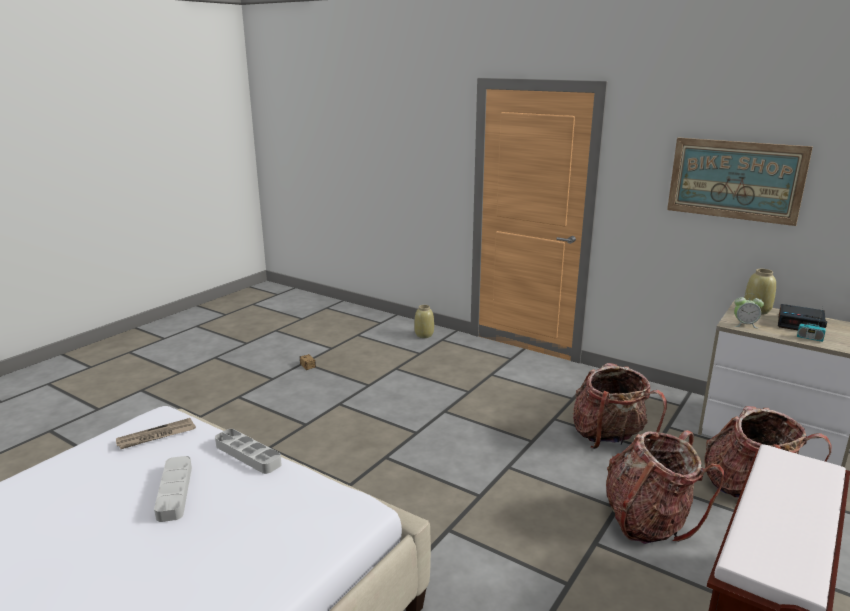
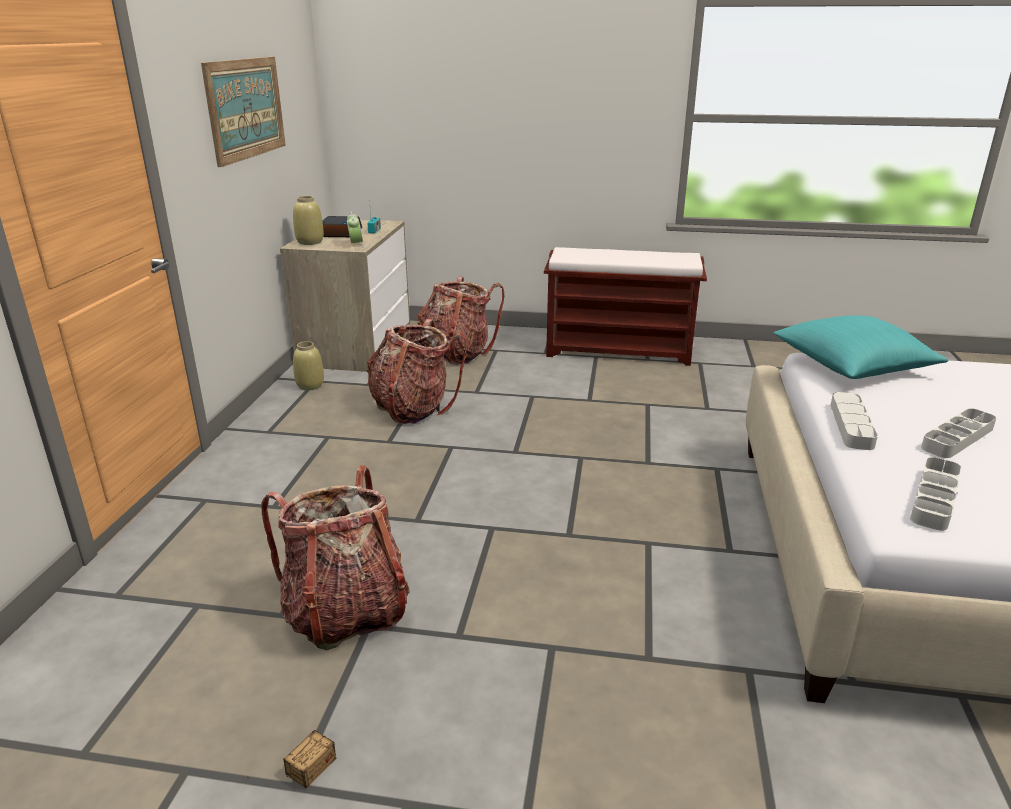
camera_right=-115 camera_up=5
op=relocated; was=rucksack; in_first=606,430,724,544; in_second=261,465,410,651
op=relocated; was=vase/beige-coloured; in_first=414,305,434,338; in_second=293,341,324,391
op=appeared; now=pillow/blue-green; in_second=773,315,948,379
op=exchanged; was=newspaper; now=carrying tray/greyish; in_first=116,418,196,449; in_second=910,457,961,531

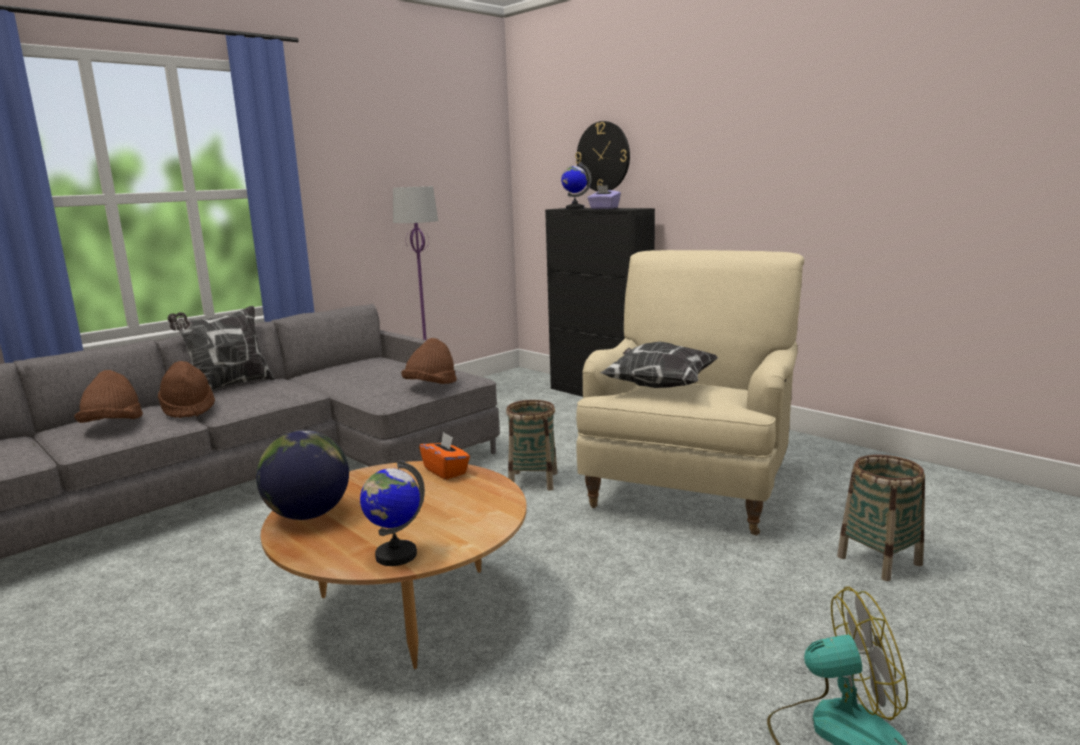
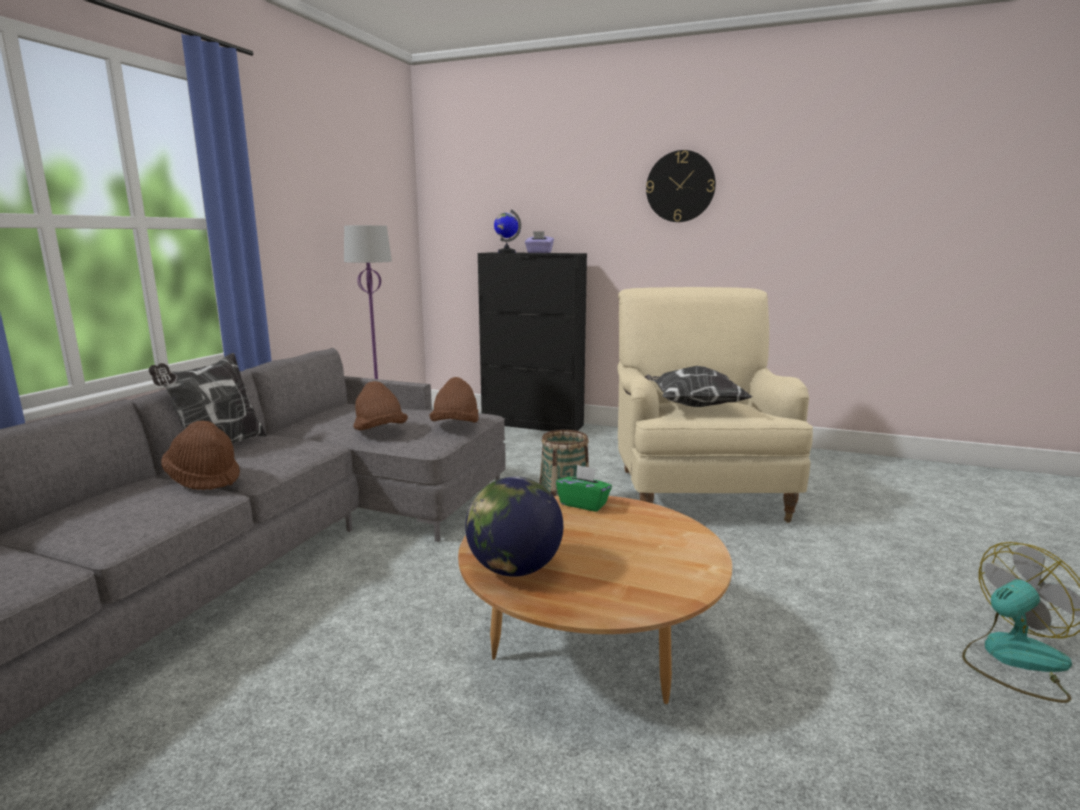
camera_right=-25 camera_up=0
op=relocated; was=wearable hat/brown-coloured; in_first=74,370,143,423; in_second=353,381,408,430
op=colour; was=tissue holder/orange; now=tissue holder/green; in_first=419,432,470,480; in_second=556,465,612,512
op=relocated; was=clock on the wall; in_first=575,121,630,192; in_second=646,150,716,222
op=missing; was=world globe; in_first=360,460,425,566
op=missing; was=household basket; in_first=837,455,925,581

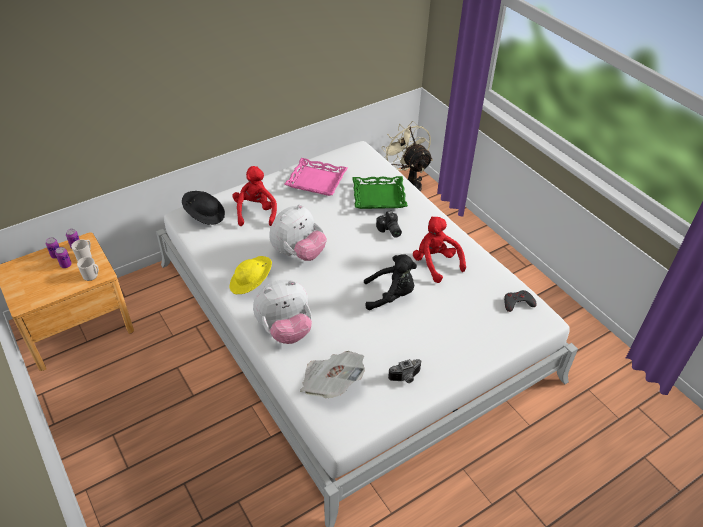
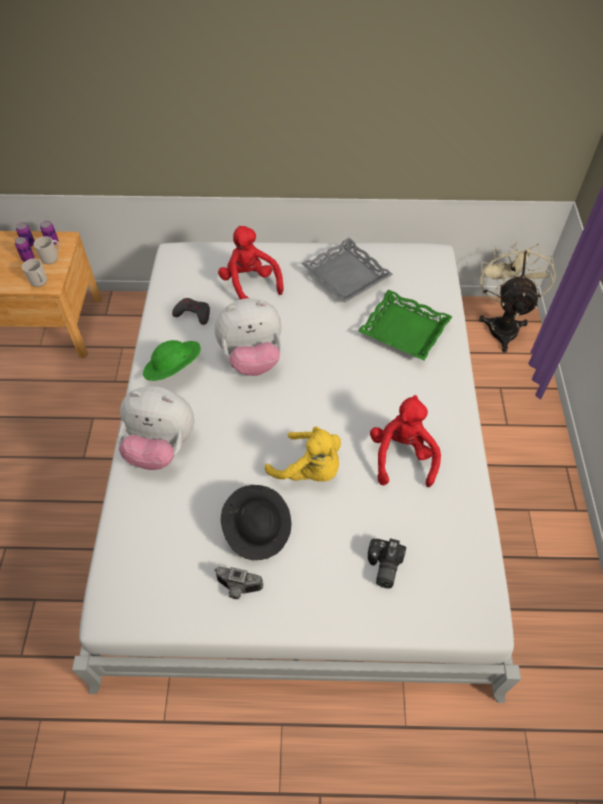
camera_right=35 camera_up=10
op=colour; was=wearable hat/yellow; now=wearable hat/green; in_first=229,256,272,294; in_second=143,340,201,381
op=relocated; was=joypad/greyish; in_first=504,290,537,312; in_second=172,298,210,325
op=spun; was=cuddly toy/red; in_first=232,166,277,226; in_second=218,226,284,300; clockwise=-60
op=relocated; was=wearable hat/black-coloured; in_first=182,191,225,225; in_second=221,485,291,560
op=colour; was=cuddly toy/black-coloured; now=cuddly toy/yellow; in_first=364,254,417,310; in_second=265,427,341,482
op=colour; was=carrying tray/pink; now=carrying tray/greyish; in_first=285,158,347,196; in_second=302,238,393,303
op=relocated; was=still camera; in_first=376,211,402,238; in_second=368,538,406,588
op=missing; was=newspaper; in_first=300,351,365,398

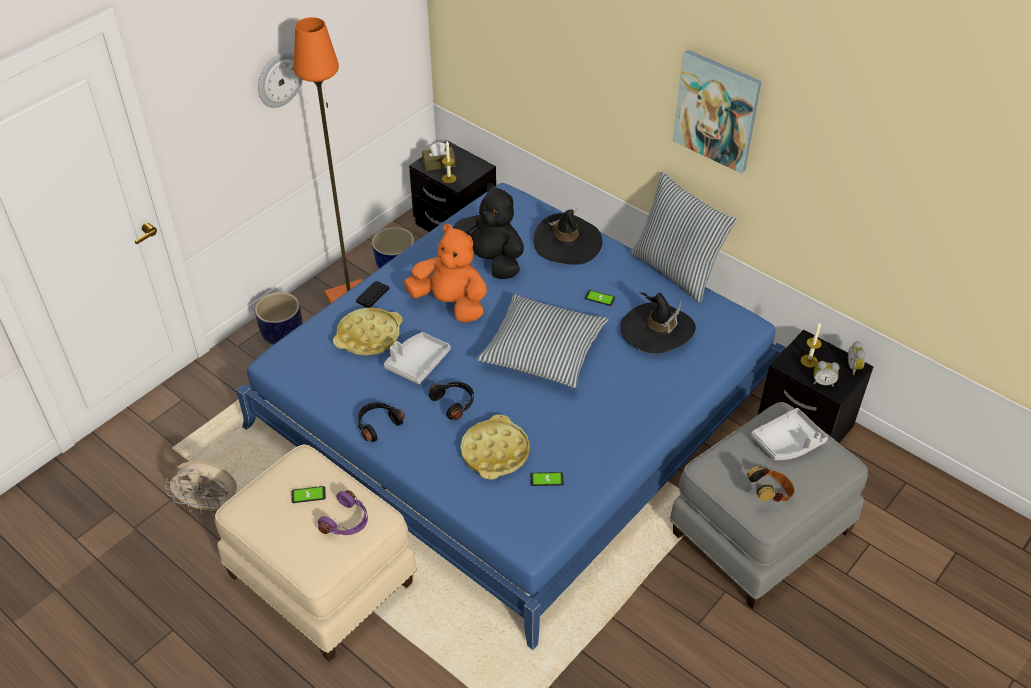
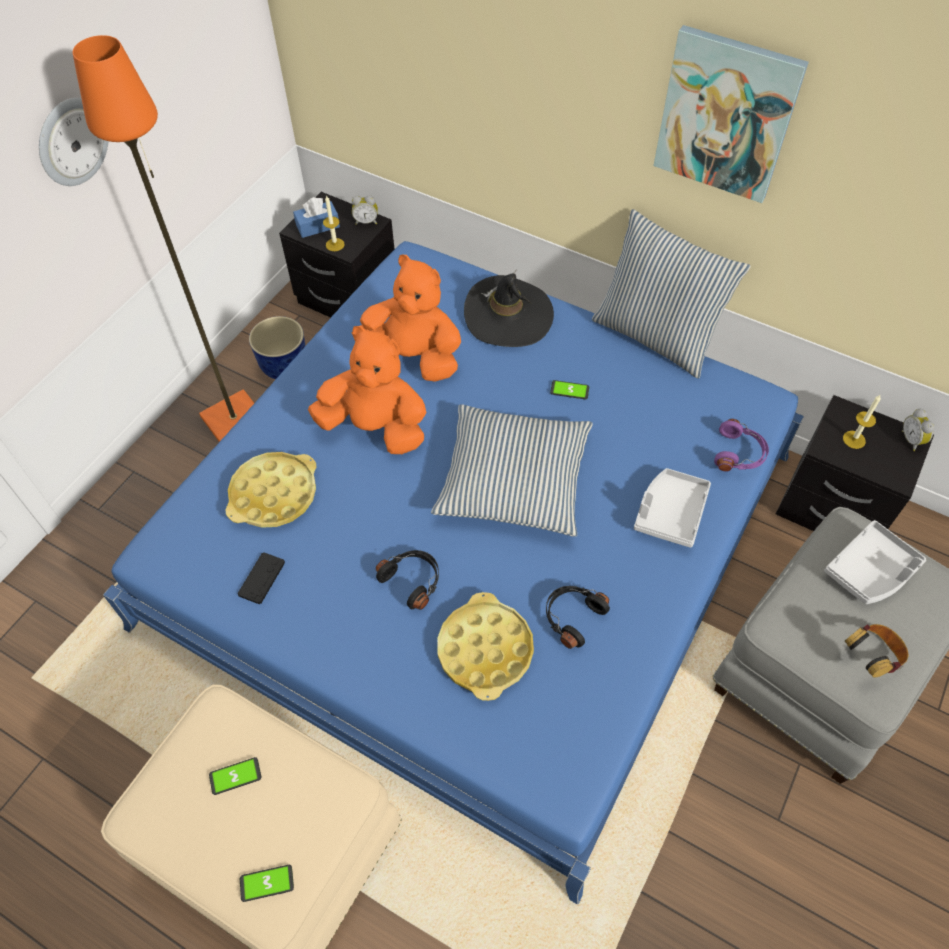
camera_right=-10 camera_up=10
op=relocated; was=joypad/black-coloured; in_first=356,281,389,308; in_second=238,552,285,604
op=relocated; was=handset; in_first=530,472,564,486; in_second=240,865,294,902
op=colour; was=tissue holder/brown-coloured; now=tissue holder/blue; in_first=422,142,456,171; in_second=293,197,340,238
op=relocated; was=bedside clock; in_first=813,361,840,387; in_second=352,195,378,225
op=colour; was=cuddly toy/black-coloured; now=cuddly toy/orange; in_first=453,183,524,279; in_second=352,255,461,382
op=relocated; was=headset/black-coloured; in_first=358,402,405,442; in_second=546,586,610,649
op=relocated; was=carrying tray/greyish; in_first=384,332,451,384; in_second=634,468,711,548
op=relocated; was=headset/purplish; in_first=318,490,368,535; in_second=714,419,769,472
op=missing; was=cooling fan/beige-coloured; in_first=165,461,237,516
op=missing; was=flower pot; in_first=255,292,303,345
op=missing; was=wearable hat/black-coloured; in_first=620,292,696,354

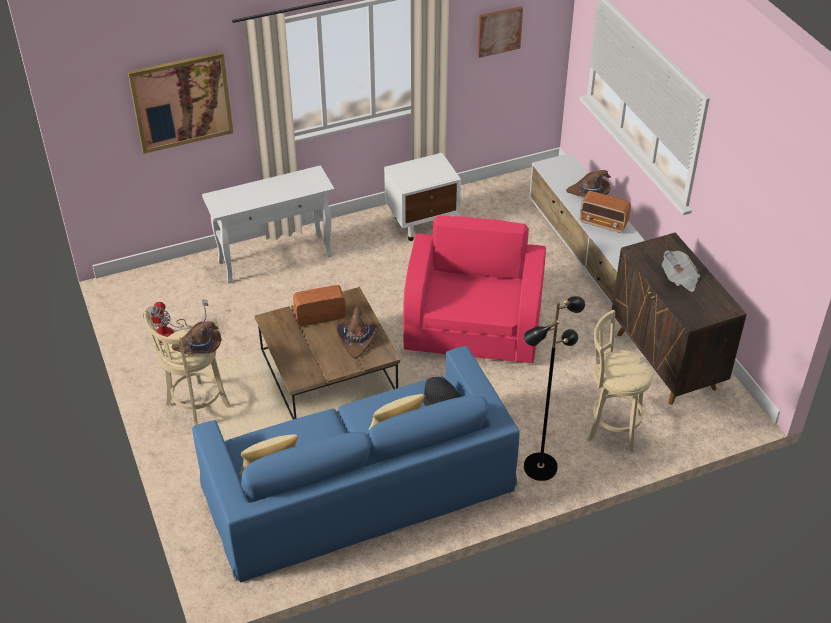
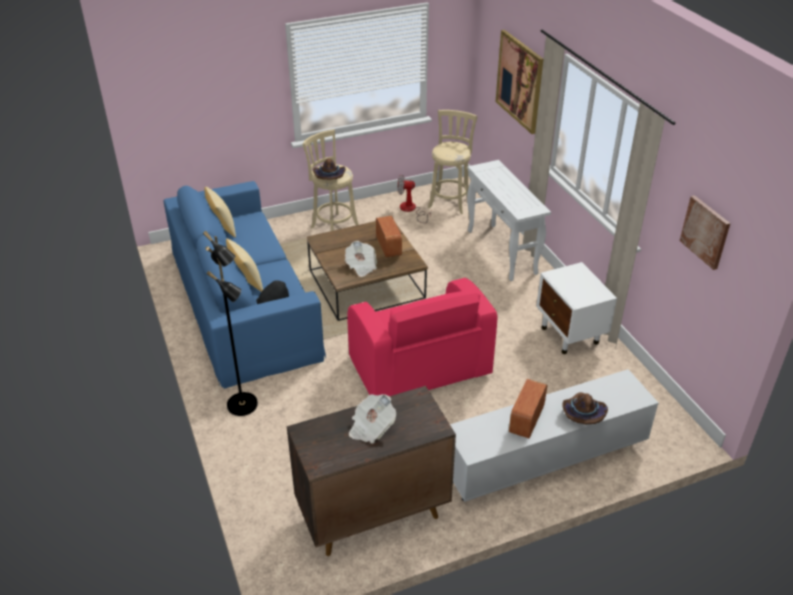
camera_right=90 camera_up=-5
op=exchanged; was=wearable hat/brown-coloured; now=newspaper; in_first=336,307,378,359; in_second=345,241,377,277
op=spun; was=armchair/pink; in_first=403,216,546,363; in_second=347,278,498,396; clockwise=60
op=relocated; was=stool/beige-coloured; in_first=588,310,654,452; in_second=428,110,477,214

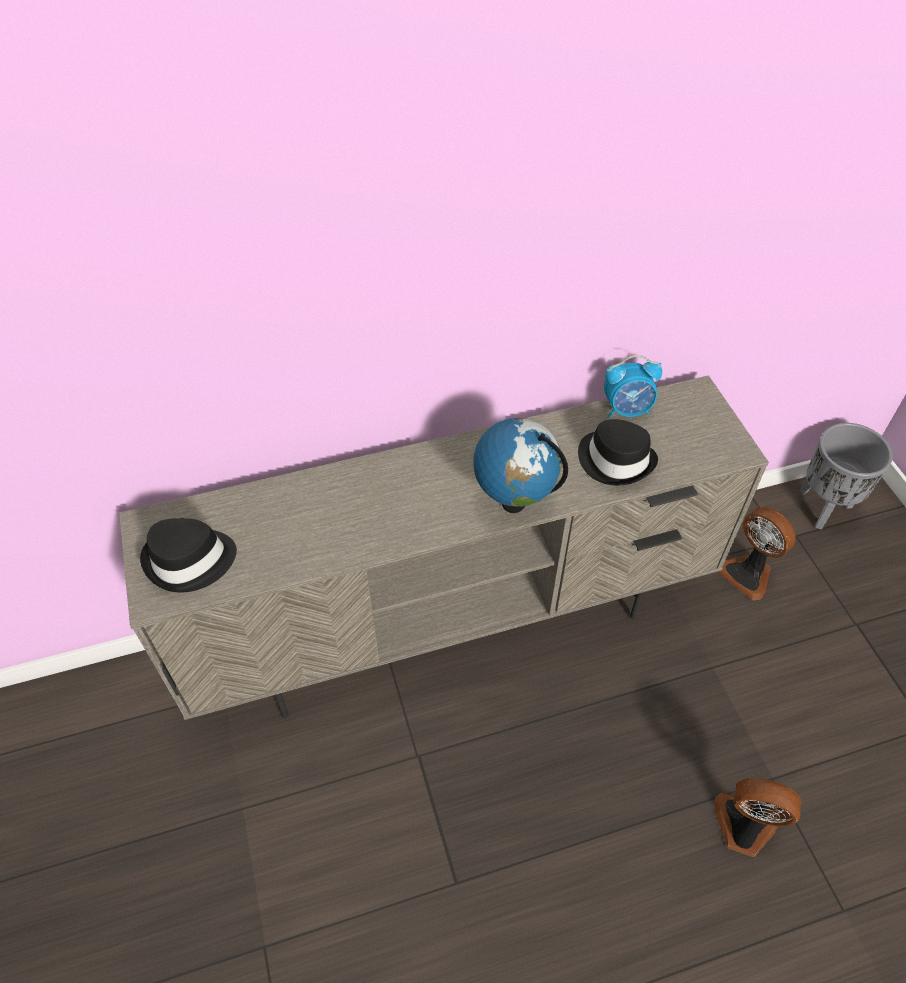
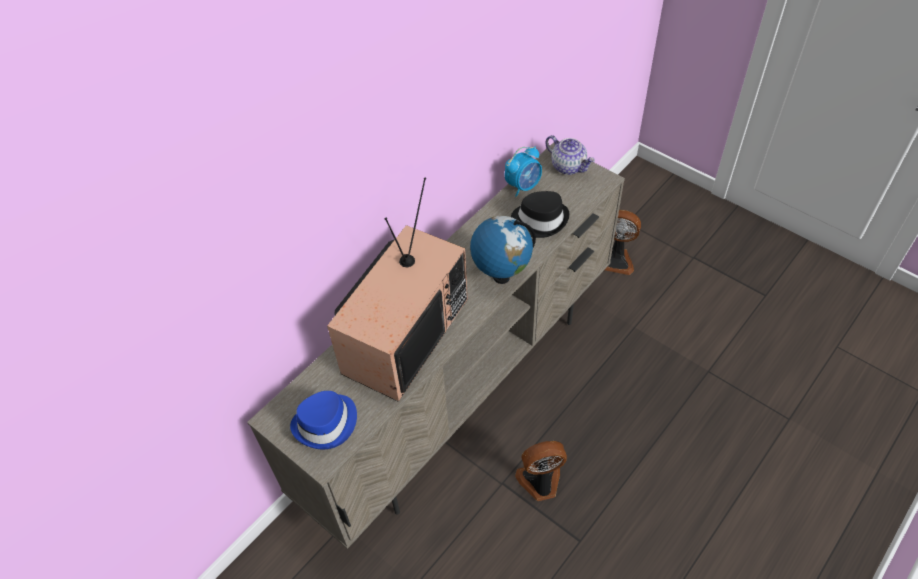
camera_right=-30 camera_up=0
op=colour; was=wearable hat/black-coloured; now=wearable hat/blue; in_first=140,518,237,592; in_second=290,391,357,449
op=appeared; now=TV set; in_second=327,178,468,401
op=relocated; was=cooling fan; in_first=714,778,802,857; in_second=515,441,567,501
op=appeared; now=teapot; in_second=545,135,595,175
op=missing; was=flower pot/greyish; in_first=800,423,893,530

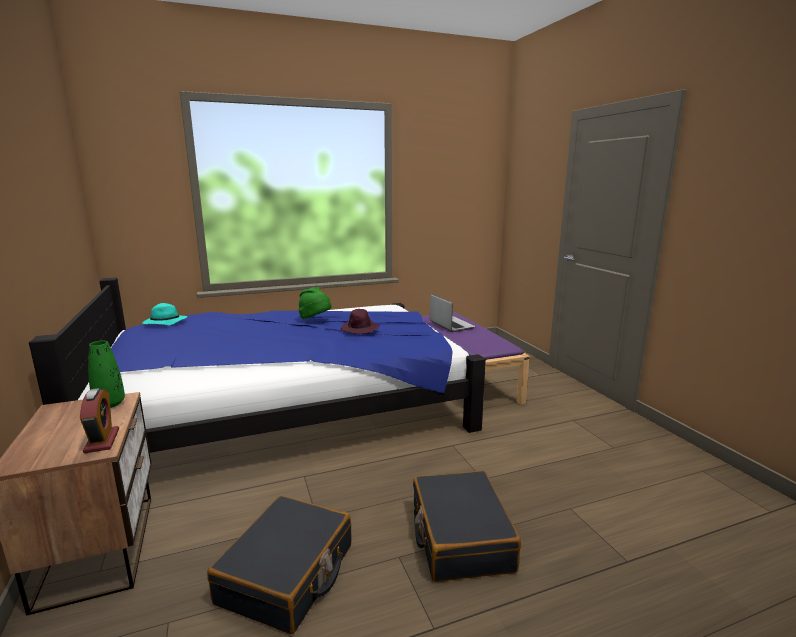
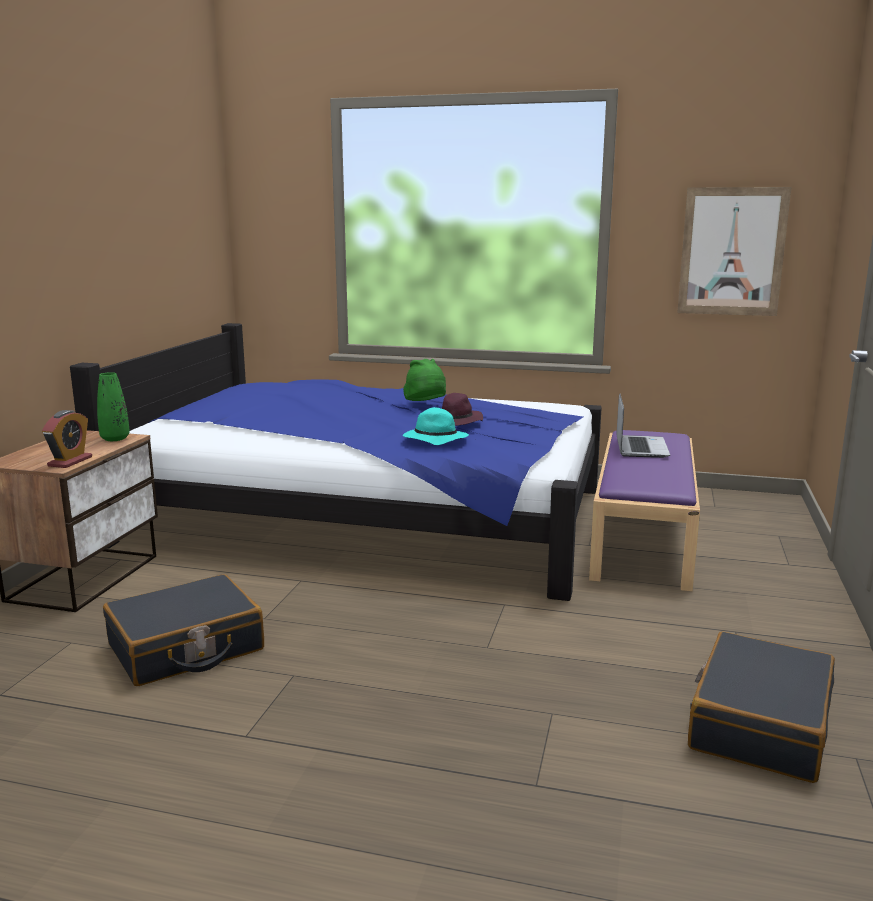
camera_right=35 camera_up=0
op=relocated; was=wearable hat/blue-green; in_first=142,303,187,326; in_second=403,407,469,445
op=appeared; now=wall picture; in_second=677,187,791,316
op=relocated; was=suitcase/black-coloured; in_first=413,471,521,582; in_second=688,632,835,783

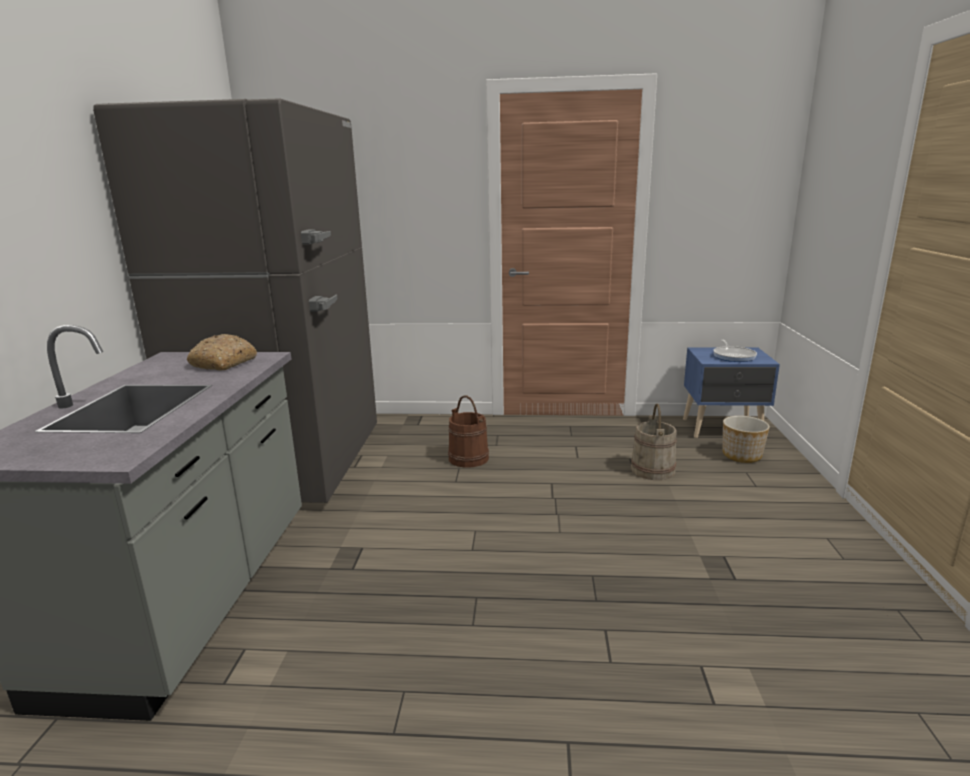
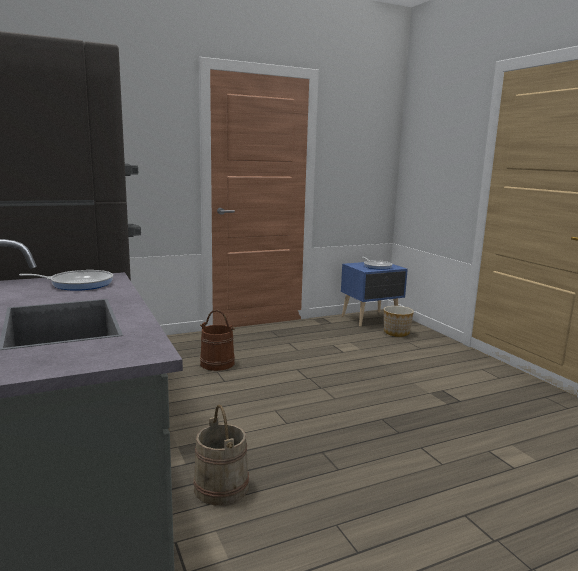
camera_right=-30 camera_up=-5
op=exchanged; was=bakery bread; now=frying pan; in_first=187,334,257,370; in_second=19,270,113,291
op=relocated; was=water bucket/beige-coloured; in_first=631,404,677,480; in_second=193,404,249,505

